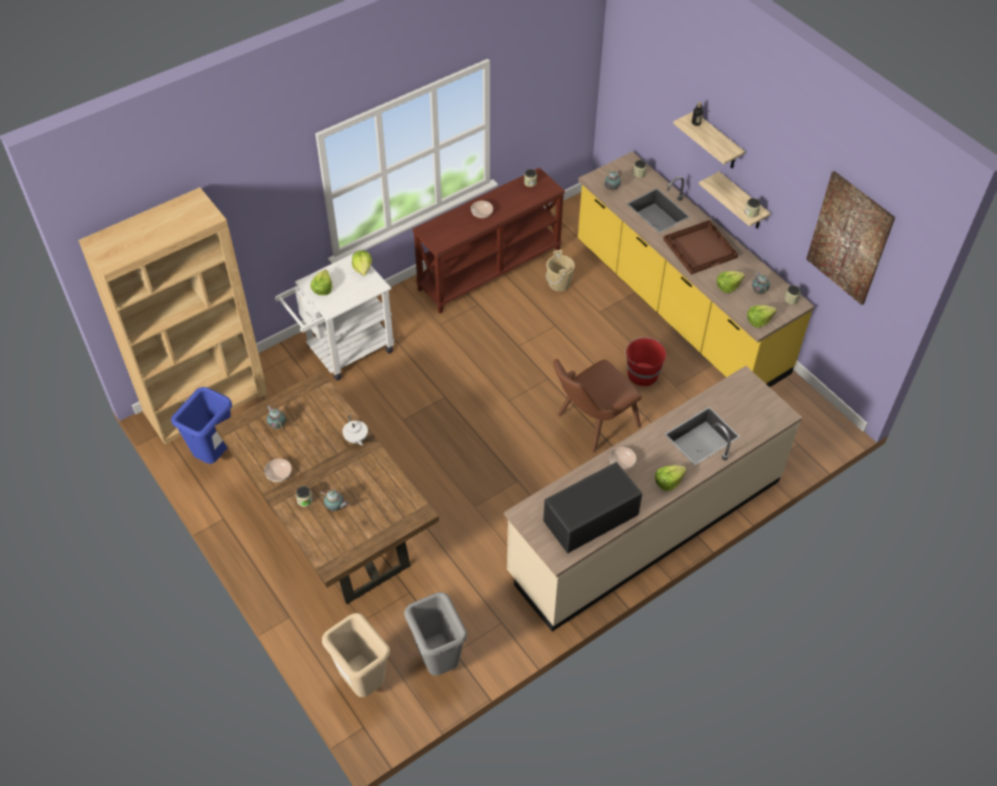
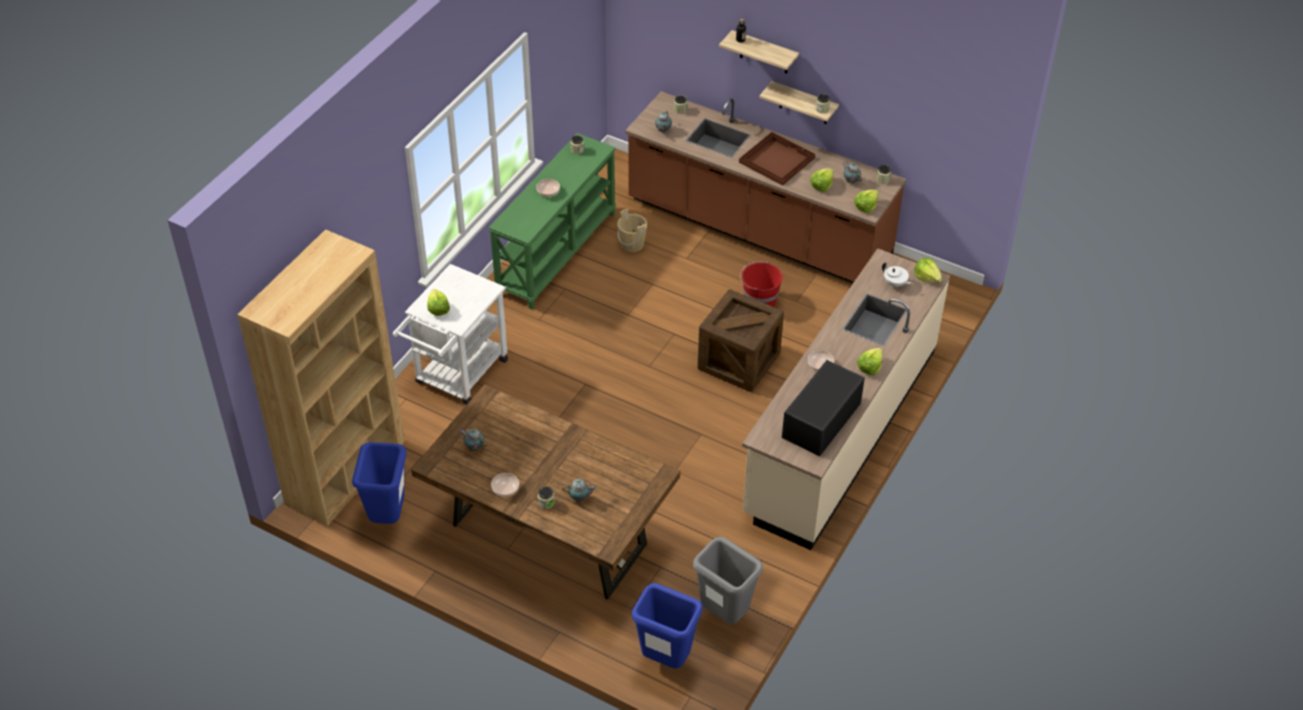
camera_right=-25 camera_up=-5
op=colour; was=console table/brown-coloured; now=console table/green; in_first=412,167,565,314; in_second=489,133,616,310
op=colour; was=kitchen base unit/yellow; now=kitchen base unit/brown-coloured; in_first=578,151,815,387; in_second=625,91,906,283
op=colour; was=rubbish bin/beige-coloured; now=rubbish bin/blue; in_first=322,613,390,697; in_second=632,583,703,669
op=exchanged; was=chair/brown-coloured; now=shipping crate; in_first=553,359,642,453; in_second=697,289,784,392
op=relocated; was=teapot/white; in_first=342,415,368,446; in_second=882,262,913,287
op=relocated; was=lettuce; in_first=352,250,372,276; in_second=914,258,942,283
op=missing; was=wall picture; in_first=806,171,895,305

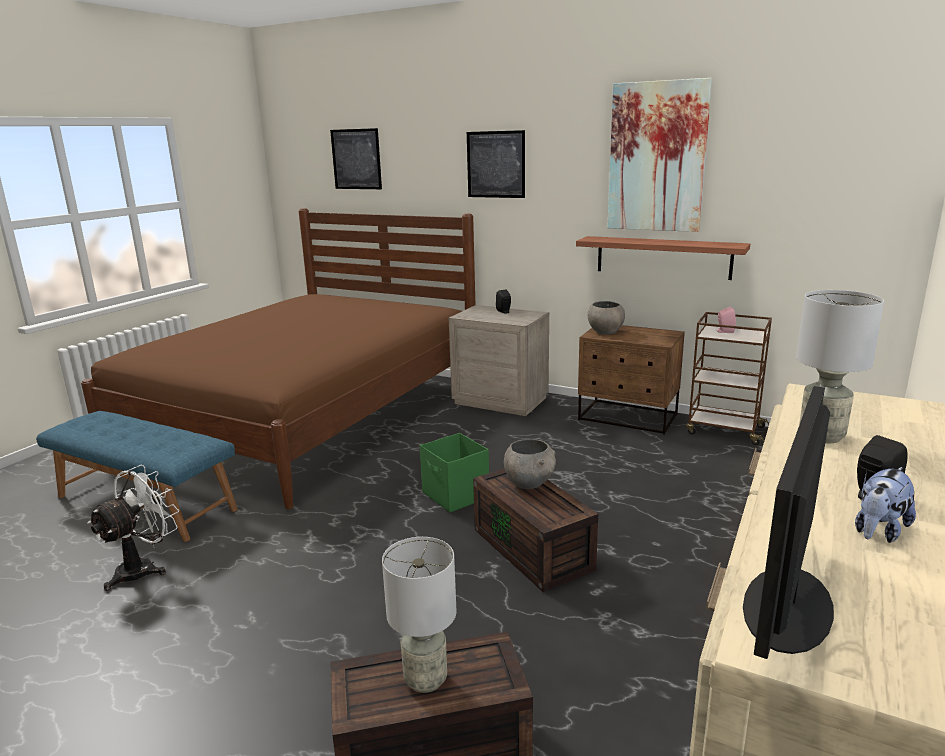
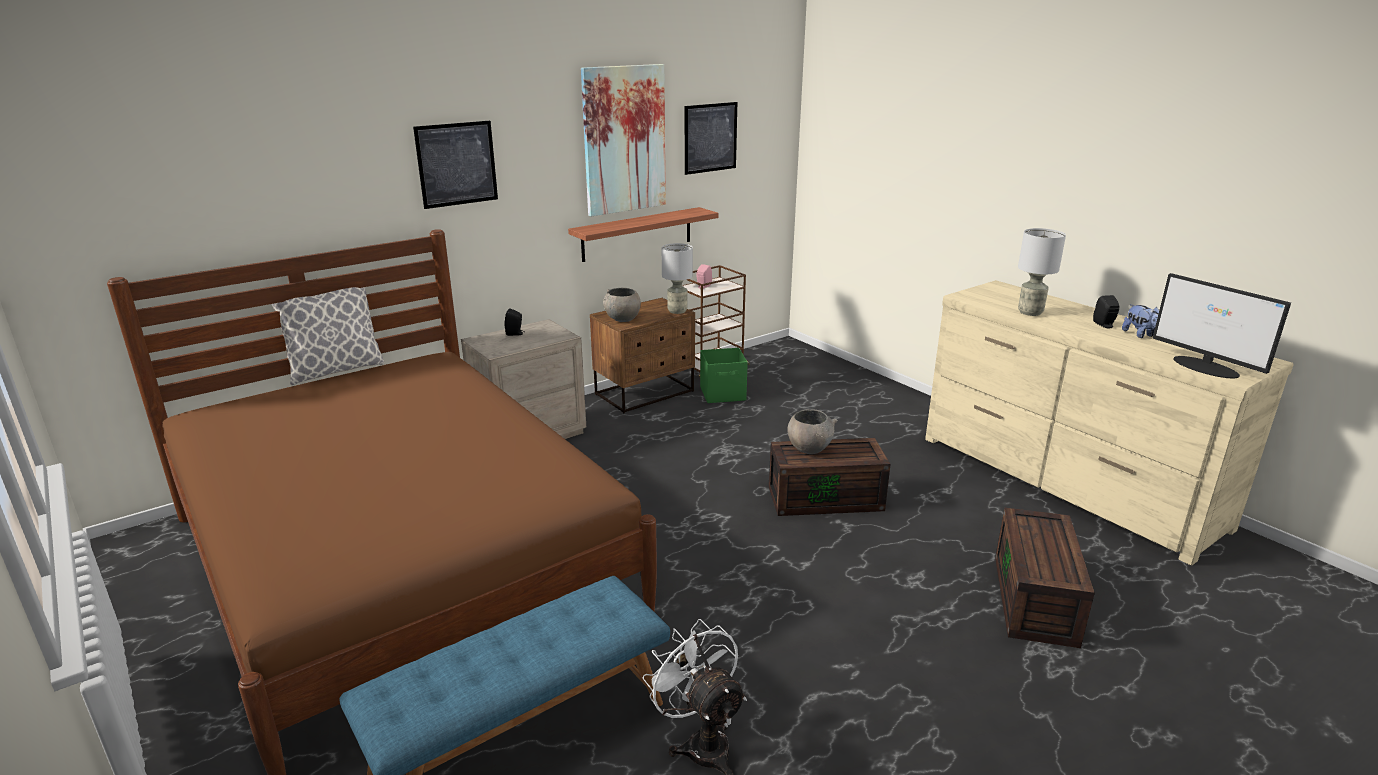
camera_right=-65 camera_up=5
op=appeared; now=pillow; in_second=272,287,384,385
op=relocated; was=table lamp/greyish; in_first=382,537,456,693; in_second=661,243,693,314
op=relocated; was=wall picture; in_first=330,128,382,189; in_second=685,102,737,175
op=relocated; was=storage box/green; in_first=420,433,489,512; in_second=700,348,748,403

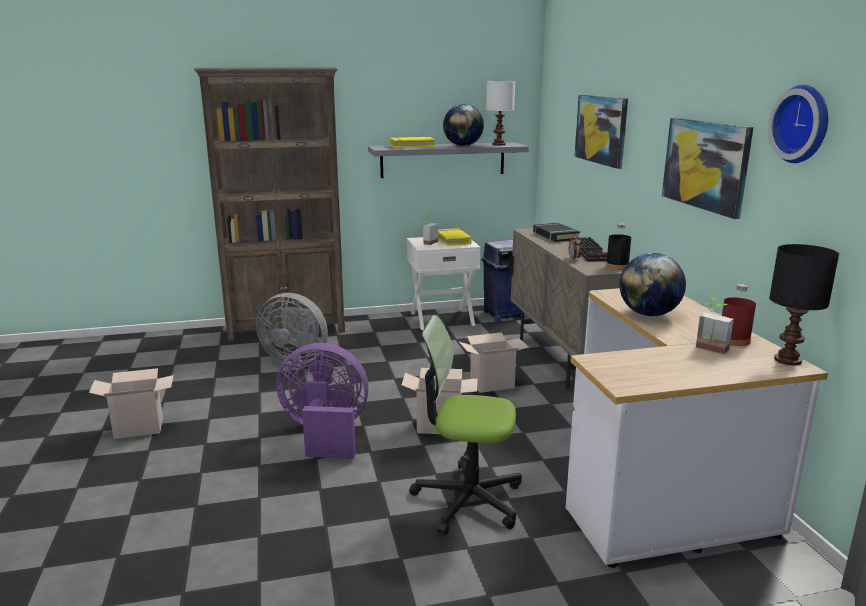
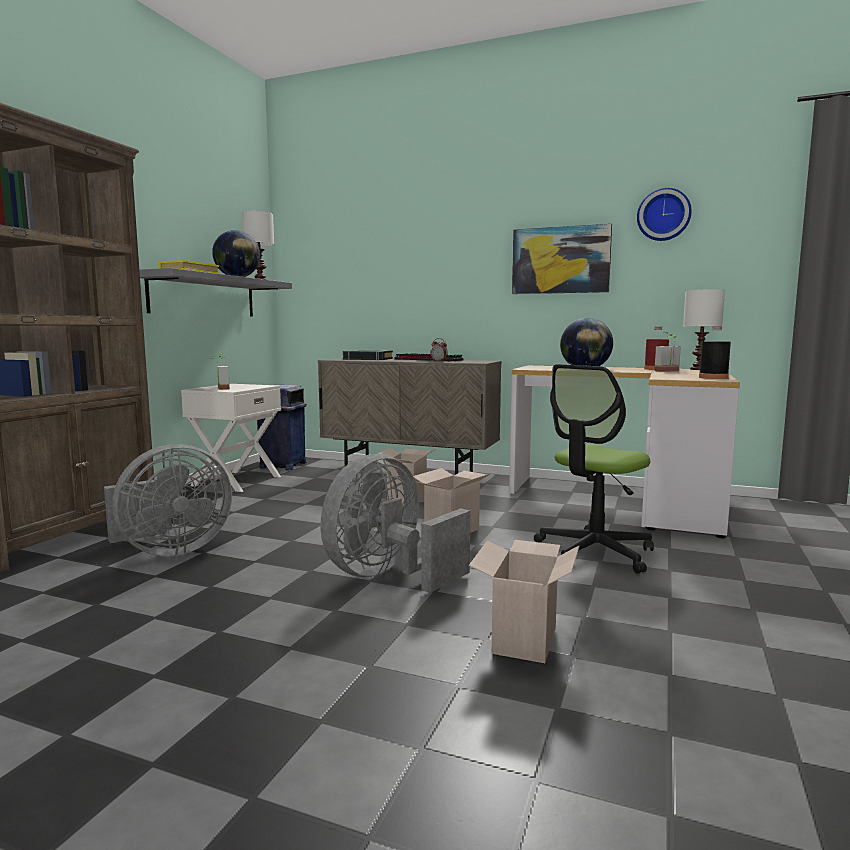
camera_right=-55 camera_up=-10
op=colour; was=cooling fan/purplish; now=cooling fan/greyish; in_first=276,343,369,459; in_second=320,454,470,592
op=relocated; was=packing box; in_first=89,368,174,439; in_second=469,540,579,663
op=colour; was=table lamp/black-coloured; now=table lamp/white; in_first=769,244,839,365; in_second=683,289,725,370
op=relocated; was=drink bottle/black-coloured; in_first=606,223,631,270; in_second=699,326,731,379
op=missing; was=book/yellow; in_first=438,228,472,246
op=missing; was=wall picture; in_first=574,95,628,169

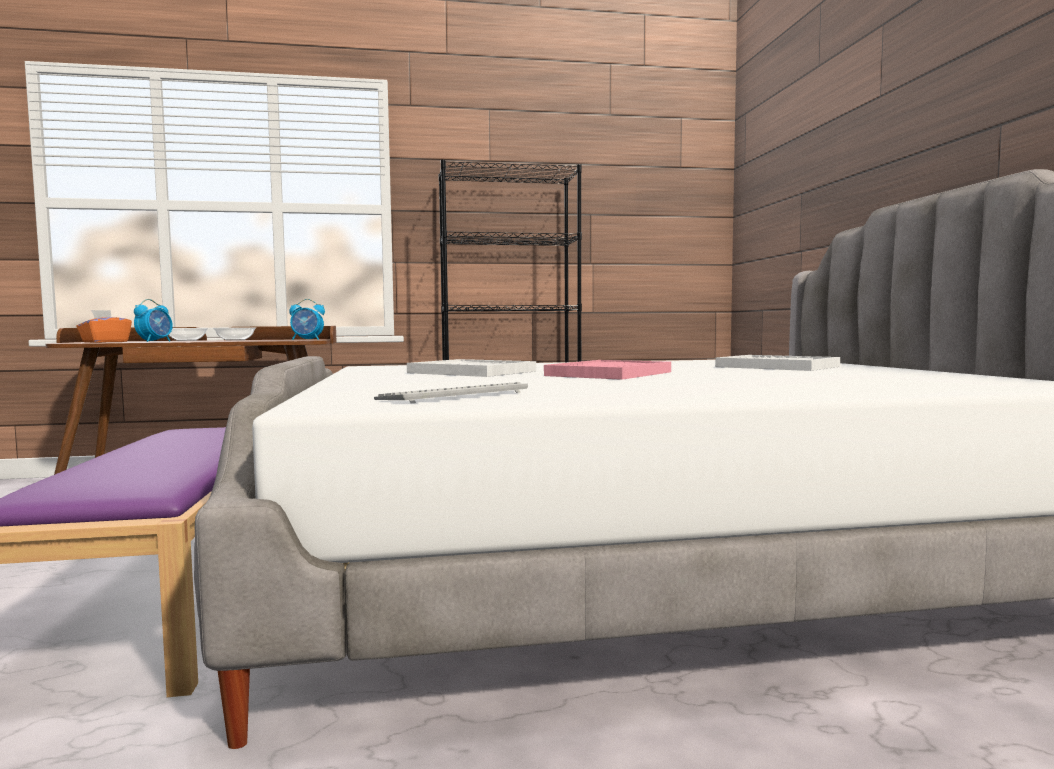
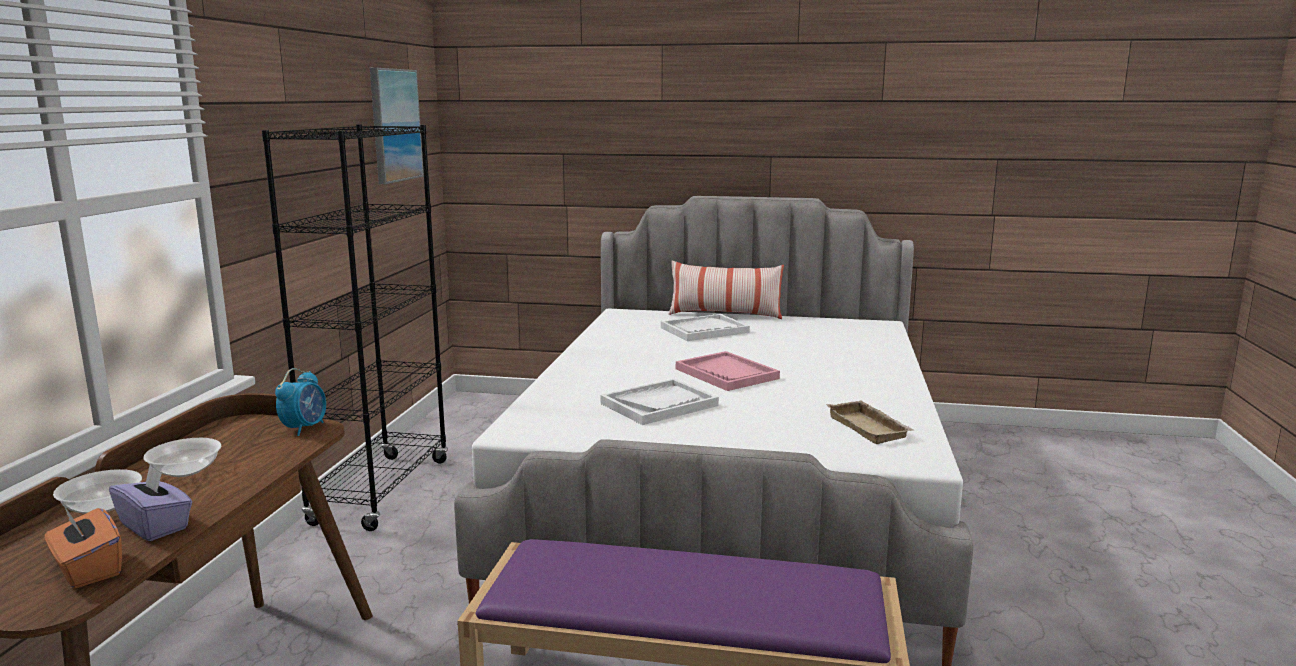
camera_right=-70 camera_up=10
op=exchanged; was=bedside clock; now=tissue holder/purplish; in_first=134,299,173,342; in_second=109,465,192,541
op=appeared; now=wall picture; in_second=370,68,424,184
op=appeared; now=pillow; in_second=669,260,784,319
op=exchanged; was=PC keyboard; now=carrying tray/beige-coloured; in_first=374,382,528,403; in_second=826,400,913,444

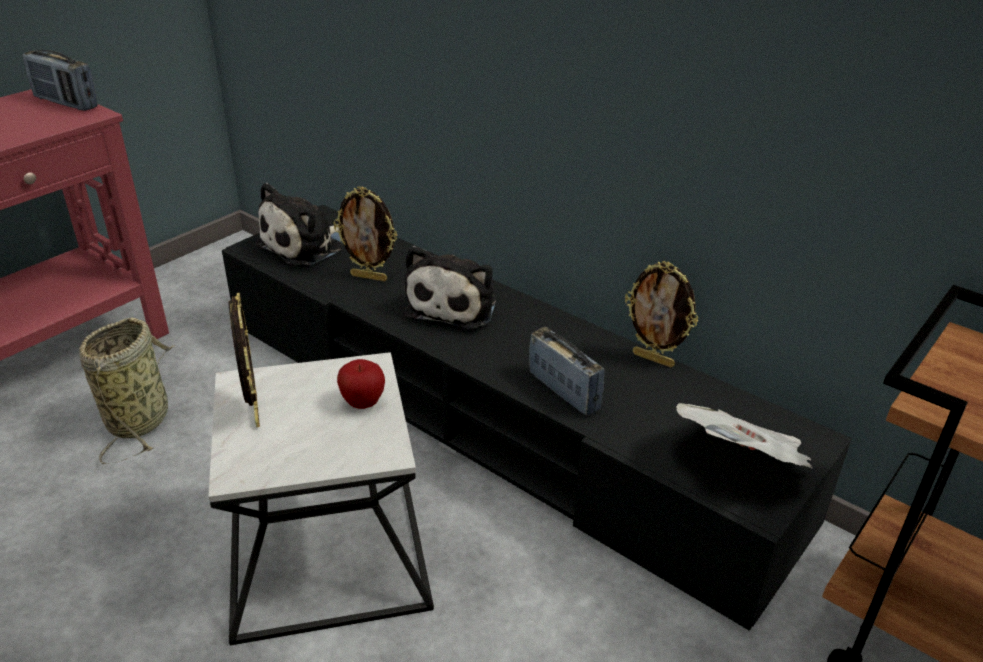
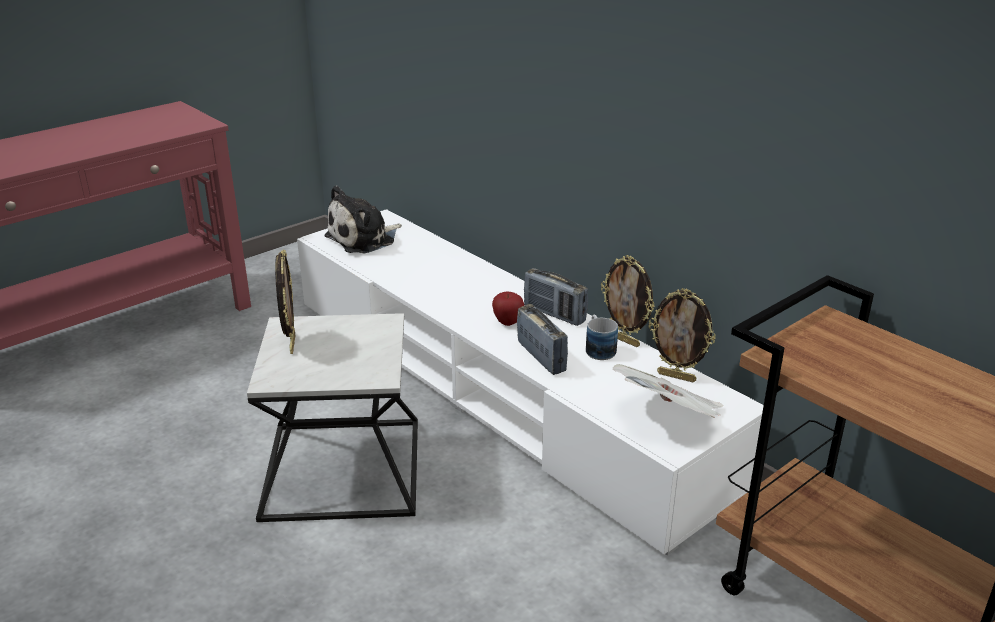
camera_right=10 camera_up=-5
op=colour; was=media console/black-coloured; now=media console/white; in_first=222,205,852,631; in_second=297,209,764,556
op=relocated; was=apple fruit; in_first=337,359,385,409; in_second=492,291,524,326
op=relocated; was=radio set; in_first=22,50,98,111; in_second=524,268,588,326
op=appeared; now=coffee mug; in_second=586,315,618,360
op=relocated; was=standing frame; in_first=333,186,397,281; in_second=649,288,716,382
op=missing; was=household basket; in_first=79,317,174,464
op=missing; was=cuddly toy; in_first=404,246,496,330

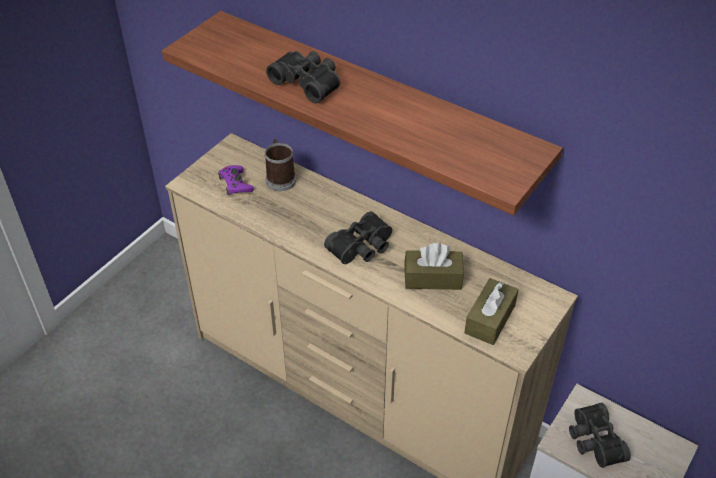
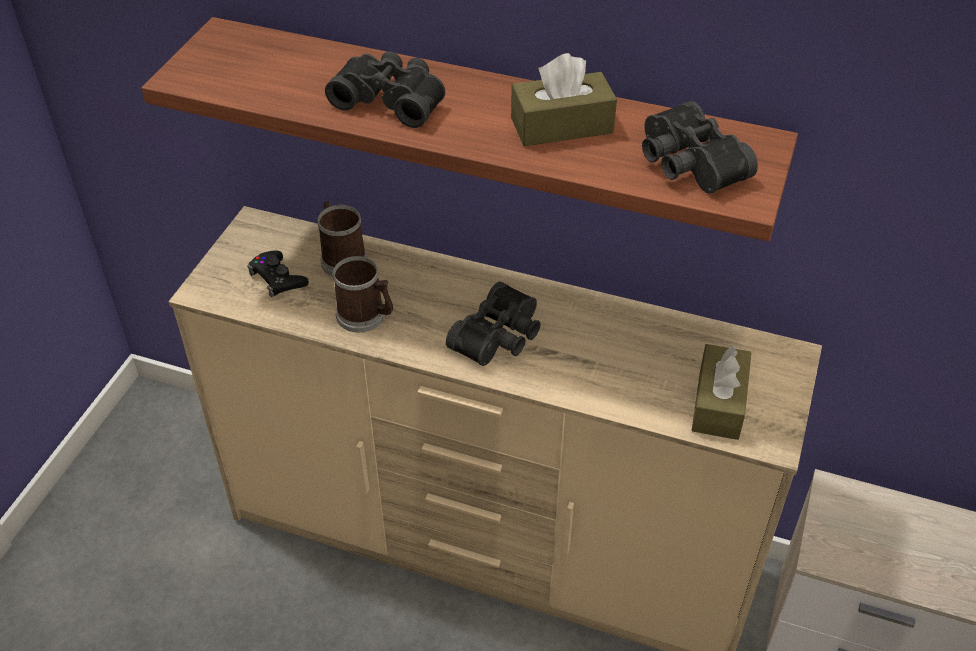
camera_right=-15 camera_up=0
op=colour; was=joypad/purplish; now=joypad/black-coloured; in_first=218,165,254,195; in_second=247,250,309,298
op=appeared; now=coffee mug; in_second=333,256,393,333
op=relocated; was=tissue holder/brown-coloured; in_first=405,243,464,290; in_second=511,53,617,146
op=relocated; was=pair of binoculars/black-coloured; in_first=569,403,631,468; in_second=642,101,758,194

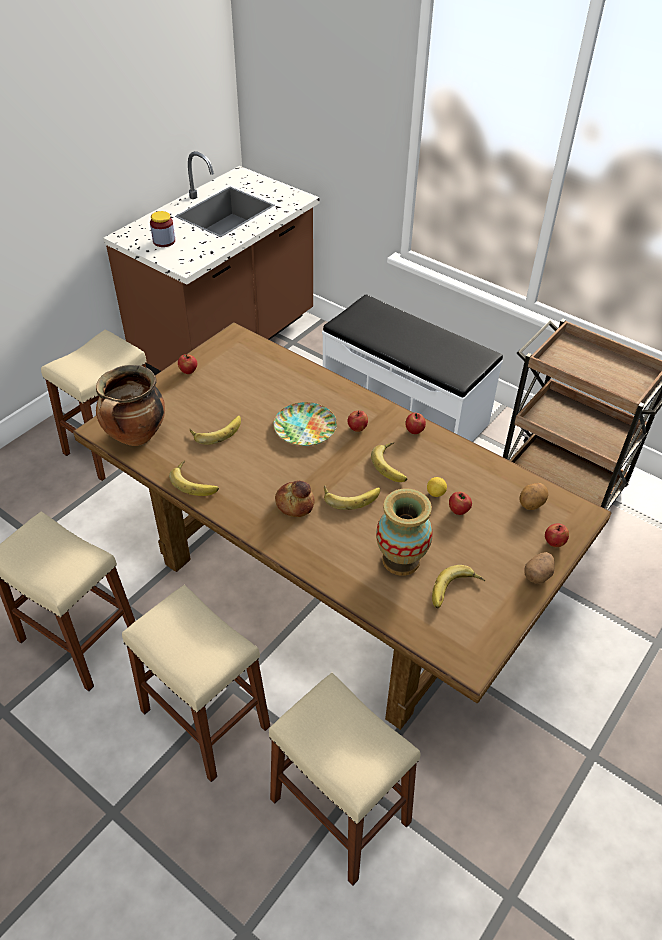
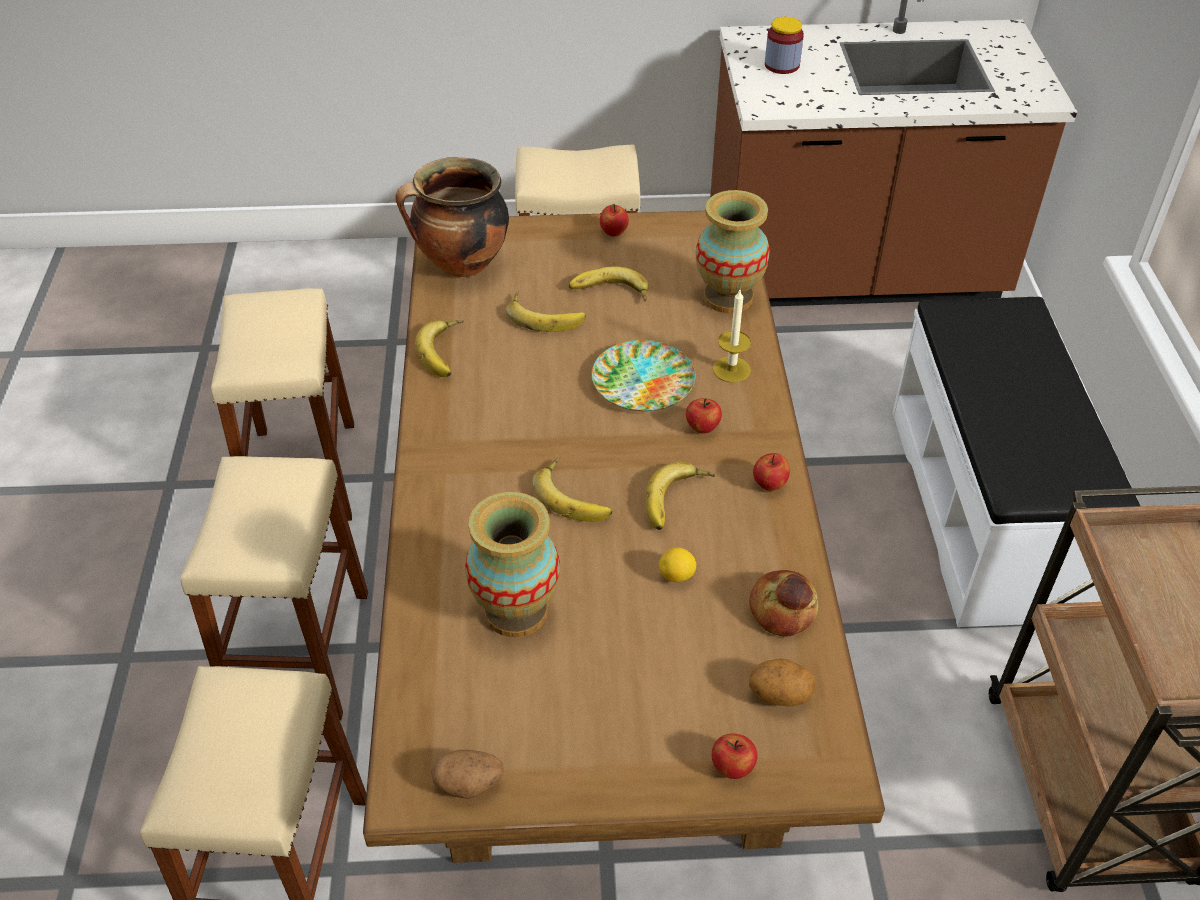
camera_right=50 camera_up=0
op=relocated; was=potato; in_first=524,552,555,584; in_second=431,750,504,799
op=relocated; was=banana; in_first=432,565,485,609; in_second=569,266,649,302
op=appeared; now=vase; in_second=696,190,770,314
op=appeared; now=candle; in_second=713,290,751,383
op=relocated; was=bakery bread; in_first=275,481,314,517; in_second=749,570,818,636
op=missing; was=apple fruit; in_first=449,492,472,515

